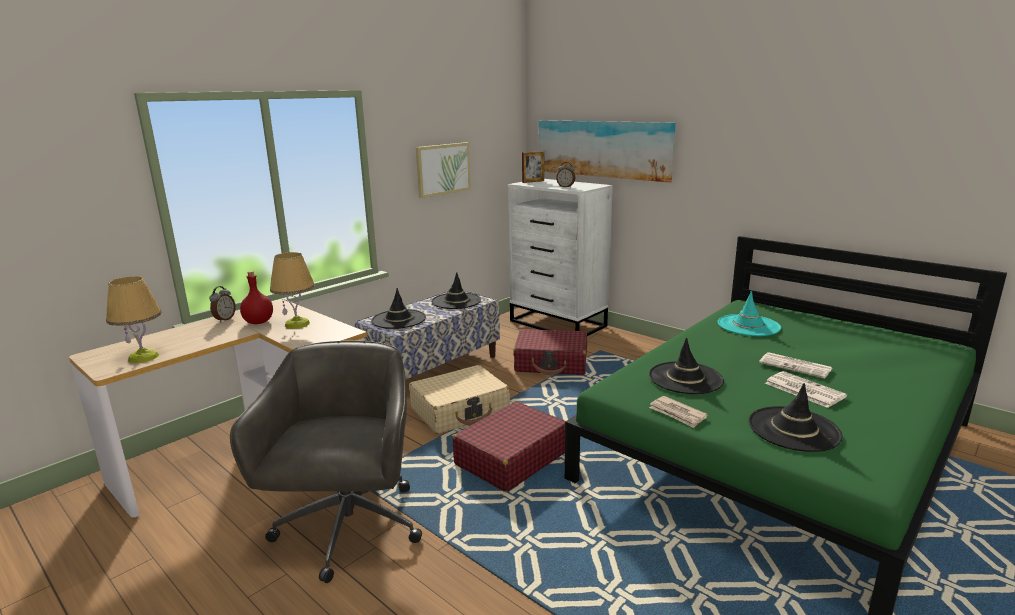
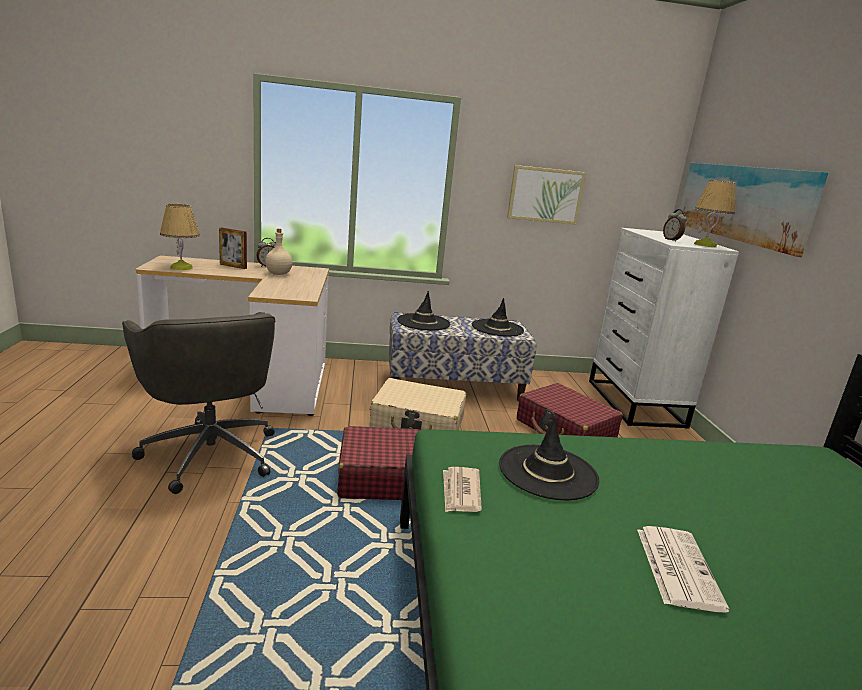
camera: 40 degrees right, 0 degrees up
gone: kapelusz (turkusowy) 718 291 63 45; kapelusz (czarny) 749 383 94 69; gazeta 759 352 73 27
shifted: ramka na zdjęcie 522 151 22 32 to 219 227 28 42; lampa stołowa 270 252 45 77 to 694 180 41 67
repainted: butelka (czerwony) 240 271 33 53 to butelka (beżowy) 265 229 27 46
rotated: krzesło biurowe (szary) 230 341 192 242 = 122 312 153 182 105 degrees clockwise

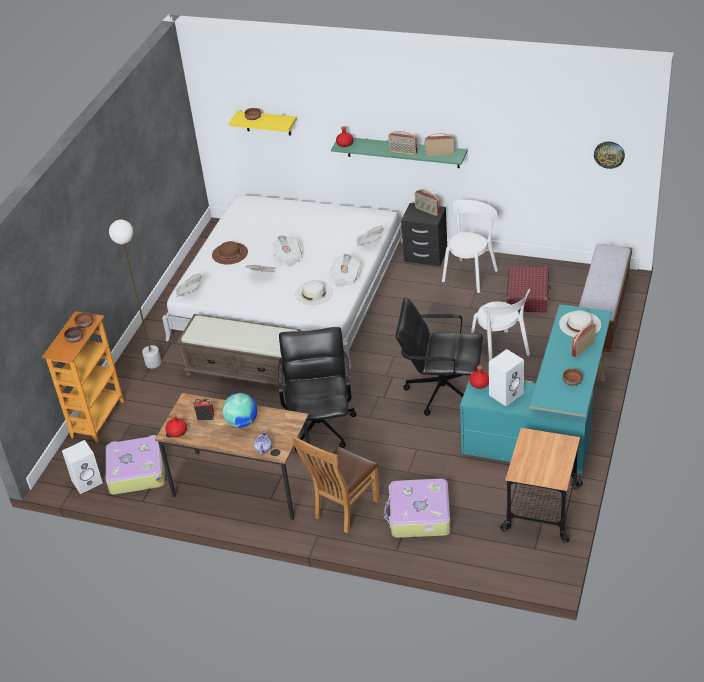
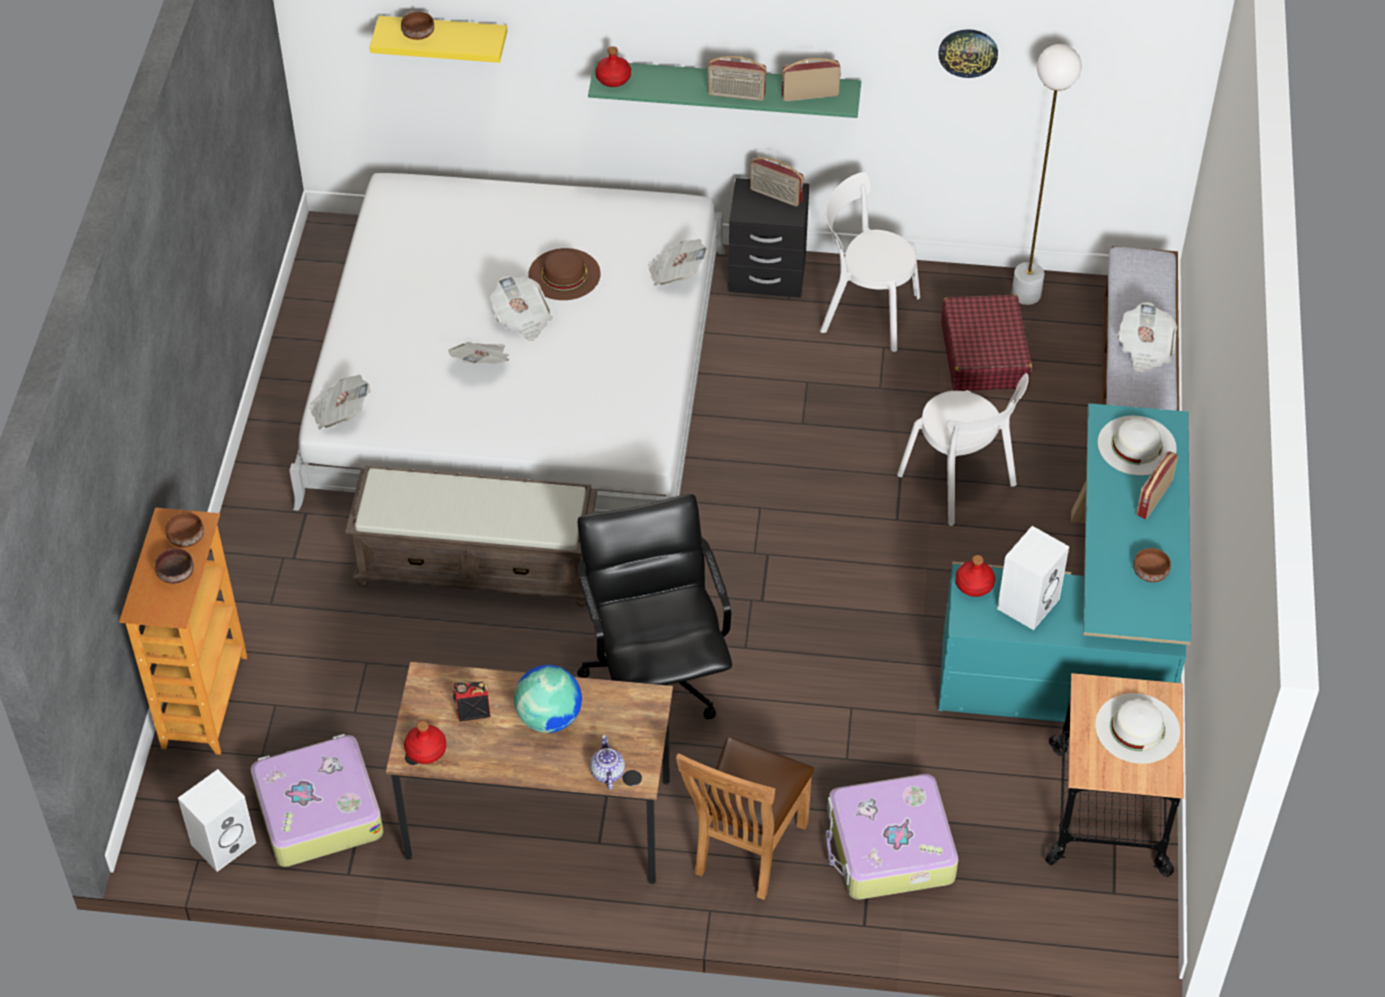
camera: 15 degrees left, 10 degrees up
gone: krzesło biurowe (czarny) 396 297 87 119
shifted: kapelusz (brązowy) 212 241 36 24 to 528 248 73 52; zegar ścienny 594 141 31 28 to 939 29 59 49; lampa stojąca (biały) 109 220 52 148 to 1012 44 70 261; kapelusz (biały) 295 280 38 25 to 1095 693 85 71; gazeta 331 254 30 33 to 1118 302 59 70
rotated: krzesło (biały) 442 200 56 93 = 820 172 100 180 90 degrees counterclockwise

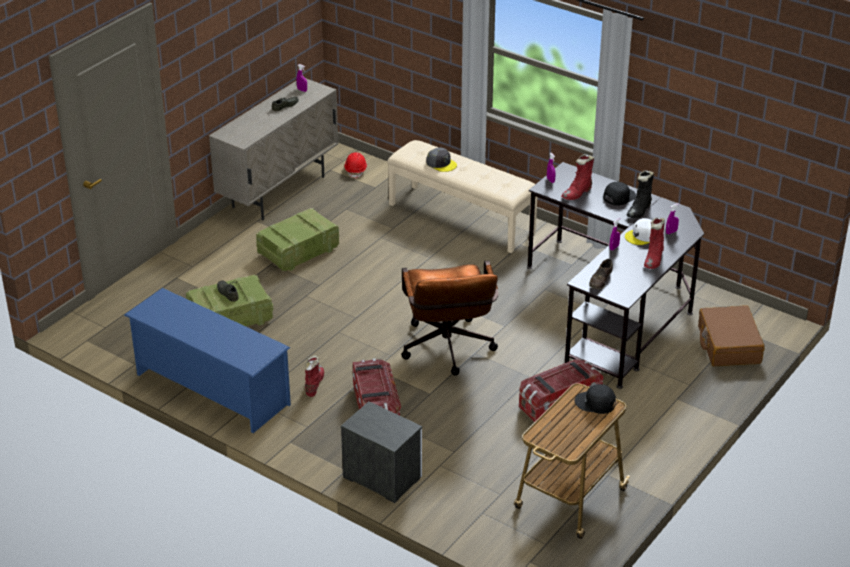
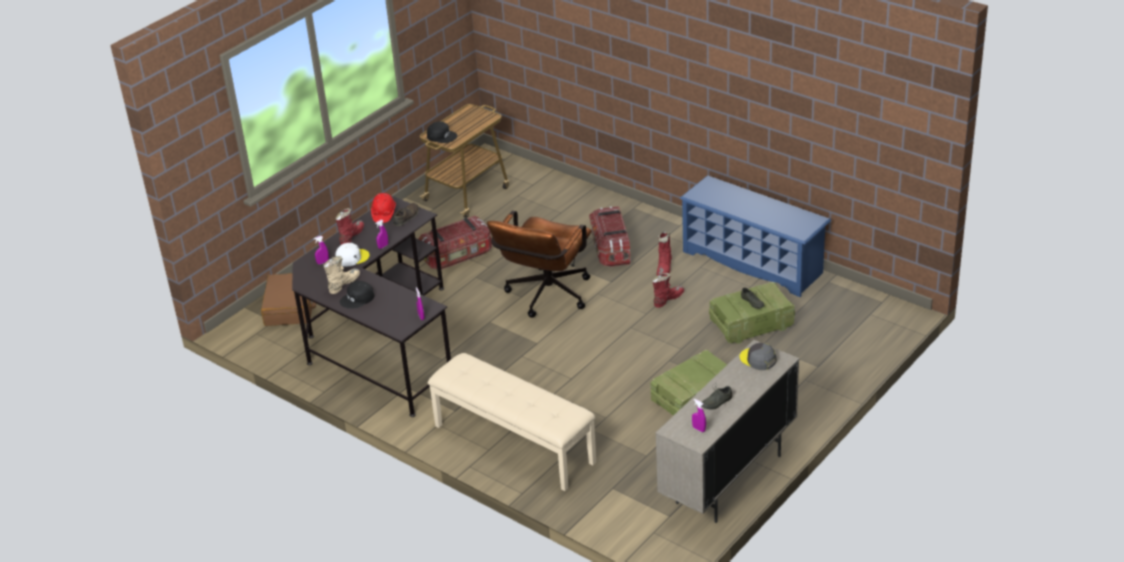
camera: 175 degrees left, 0 degrees up
gone: szafka nocna 341 401 81 102
shifted: kask (czerwony) 344 152 23 27 to 371 193 25 30; but z cholewką (czerwony) 561 154 33 46 to 652 273 32 35; czapka z daszkiem (szary) 426 148 31 24 to 740 343 36 27
repainted: but z cholewką (czarny) 627 170 27 48 to but z cholewką (beżowy) 323 256 37 38
rotated: krzesło biurowe (brązowy) 401 261 97 114 = 487 211 104 107 150 degrees counterclockwise

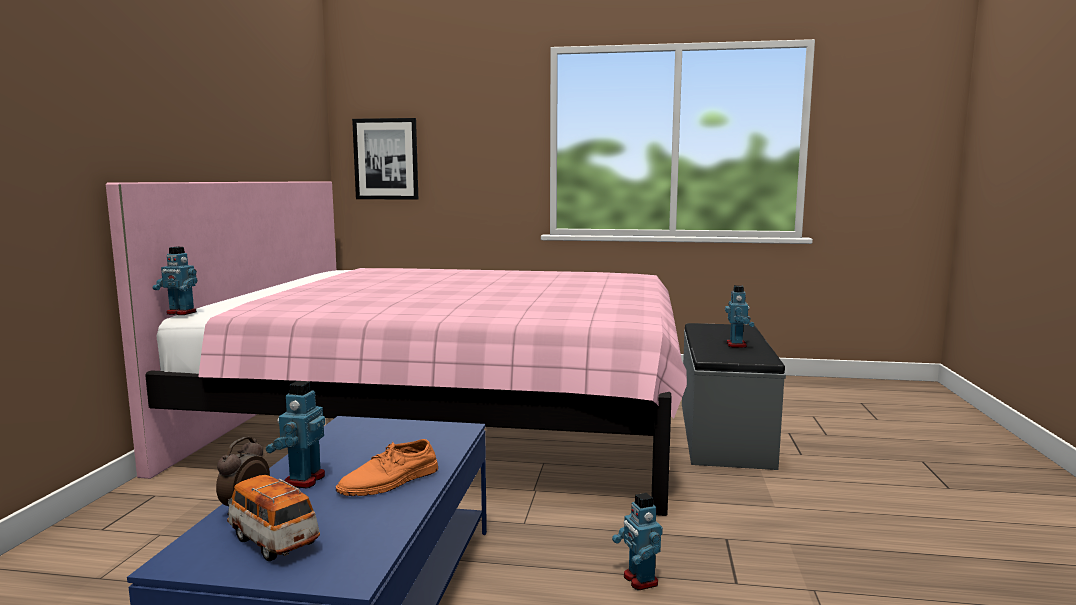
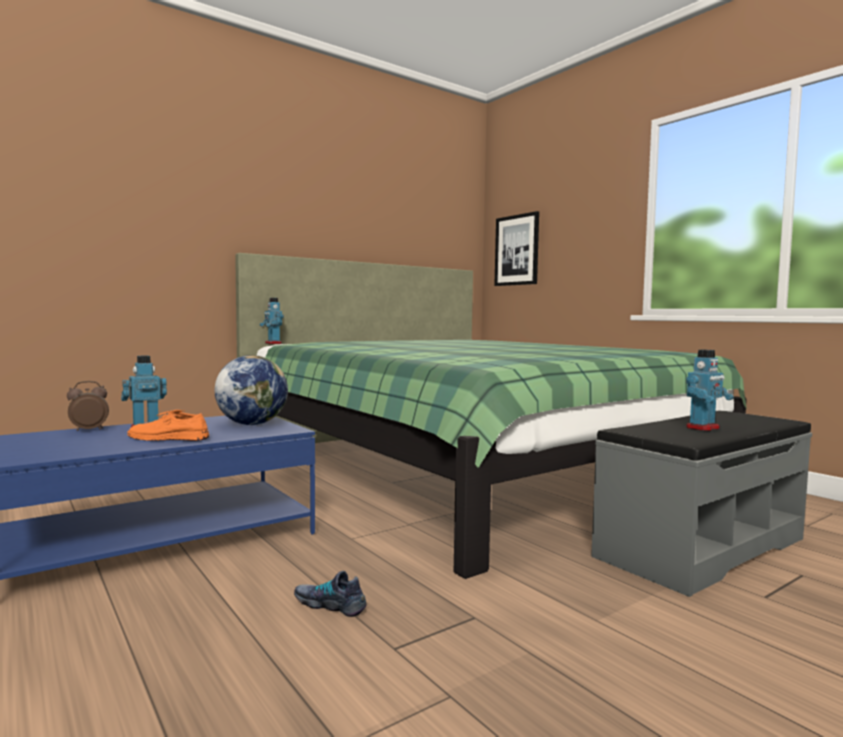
camera: 45 degrees right, 5 degrees down
gone: samochodzik 227 475 93 86
new: globus 214 355 74 70
swapped: robot zabawkowy 612 493 51 97 to but 294 571 72 46
repainted: łóżko (różowy) 106 181 581 335 to łóżko (zielony) 235 253 512 326

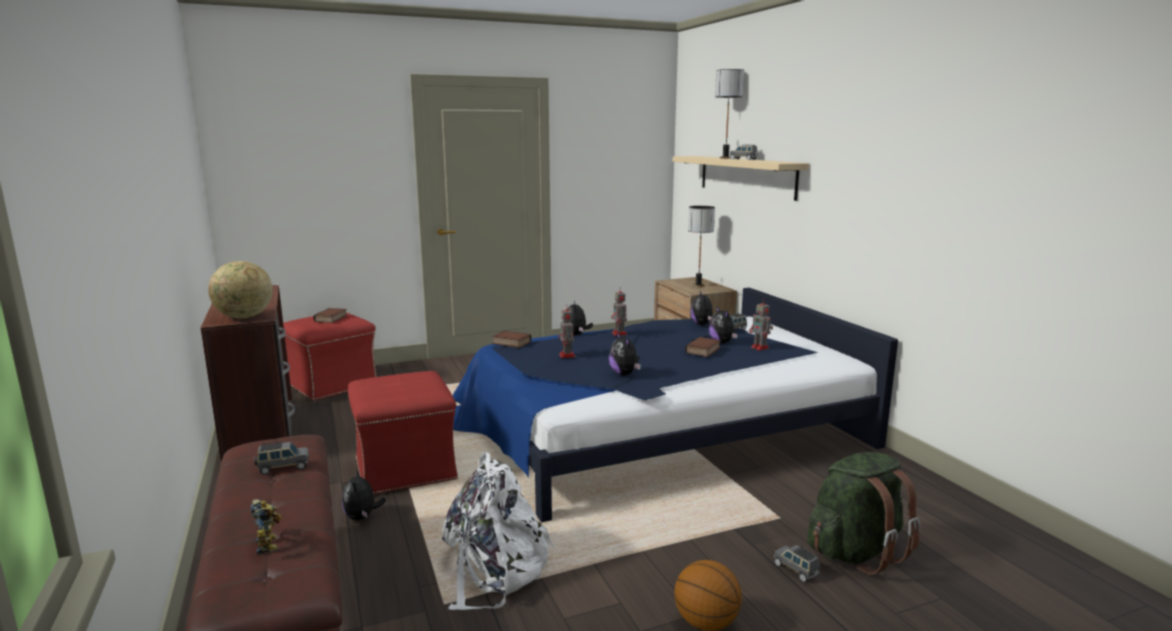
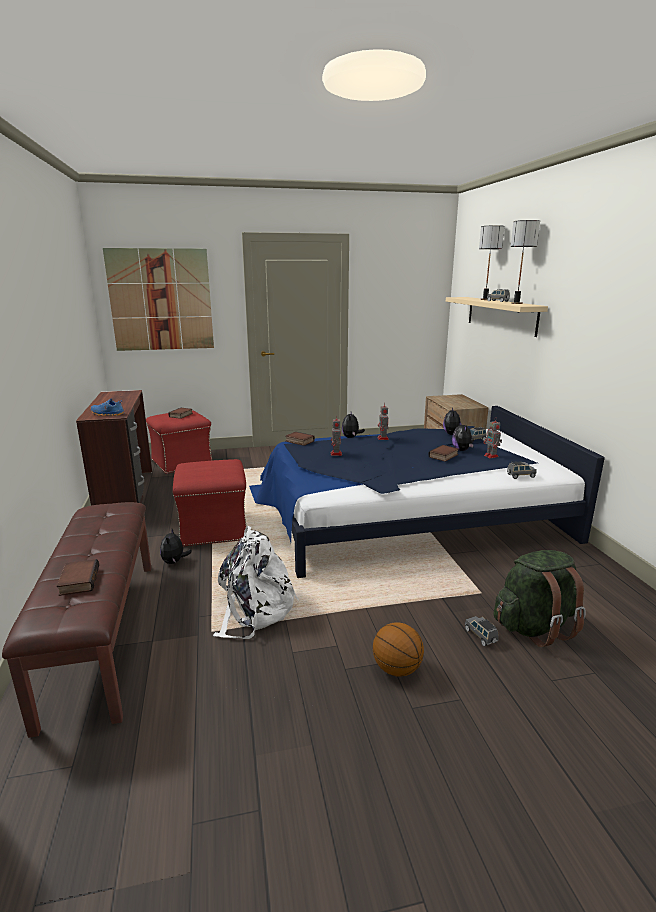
camera: 10 degrees right, 5 degrees up
gone: pluszak 609 332 32 44
new: obraz 103 248 111 103
shifted: samochodzik (szary) 254 441 55 34 to 507 461 30 18; lampa stołowa 688 206 27 81 to 511 220 29 84
swapped: robot zabawkowy 251 499 31 55 to książka 57 559 42 37; globus 208 261 65 57 to but (niebieski) 91 399 34 17

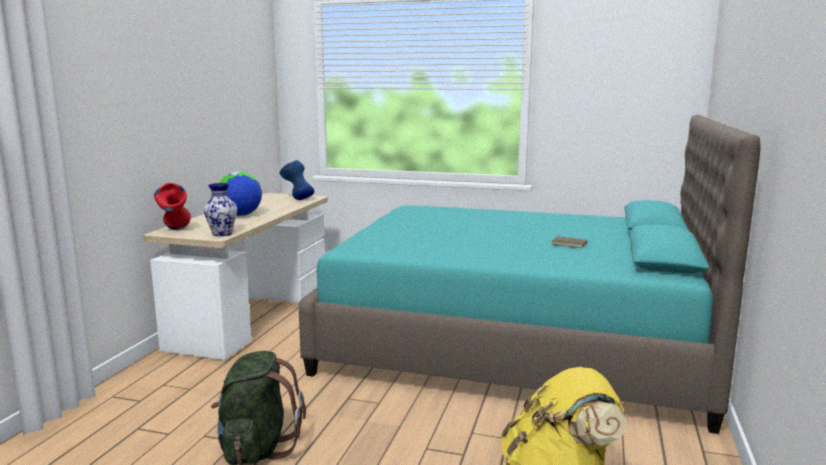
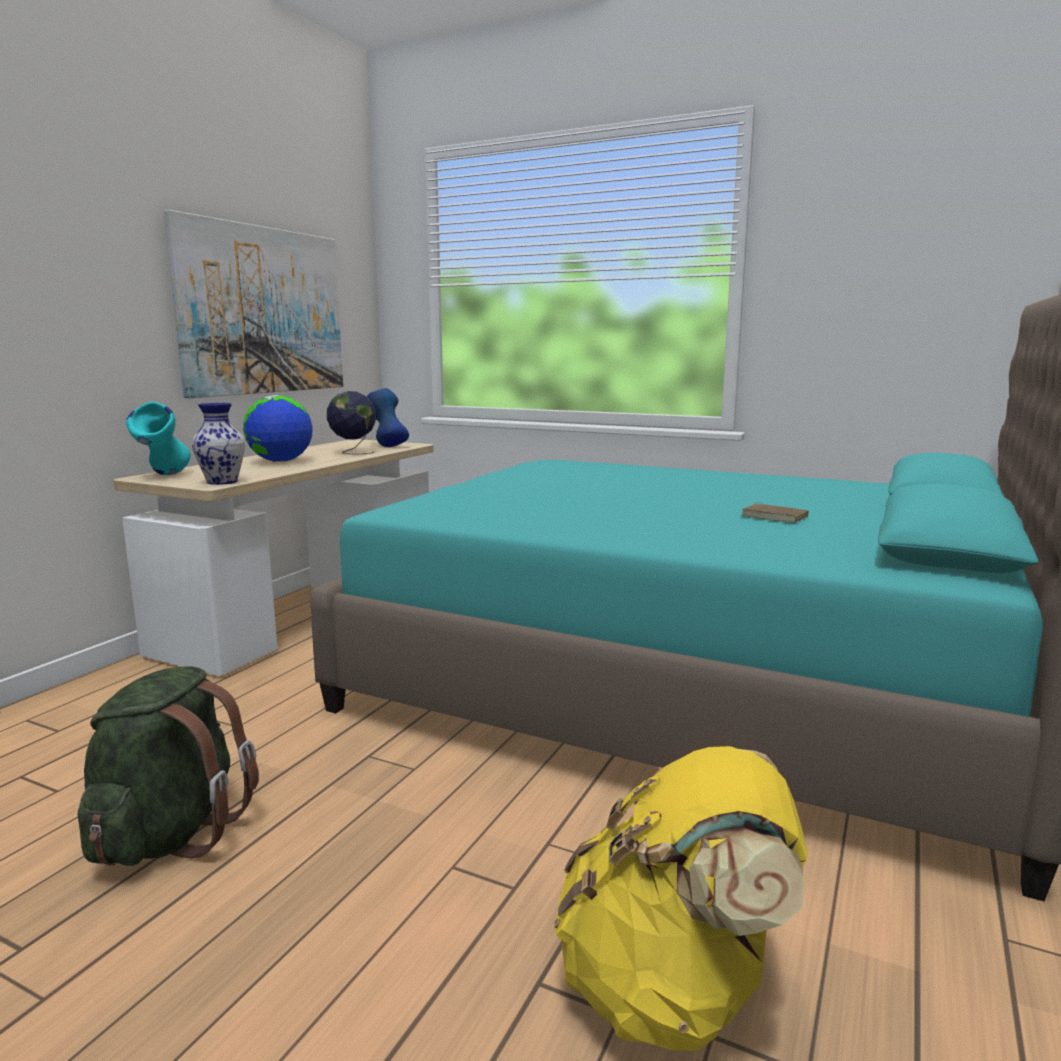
camera: 10 degrees right, 0 degrees up
new: obraz 164 210 179 188; globus 327 391 49 63
repainted: wazon (czerwony) 154 183 37 47 to wazon (turkusowy) 126 402 65 73

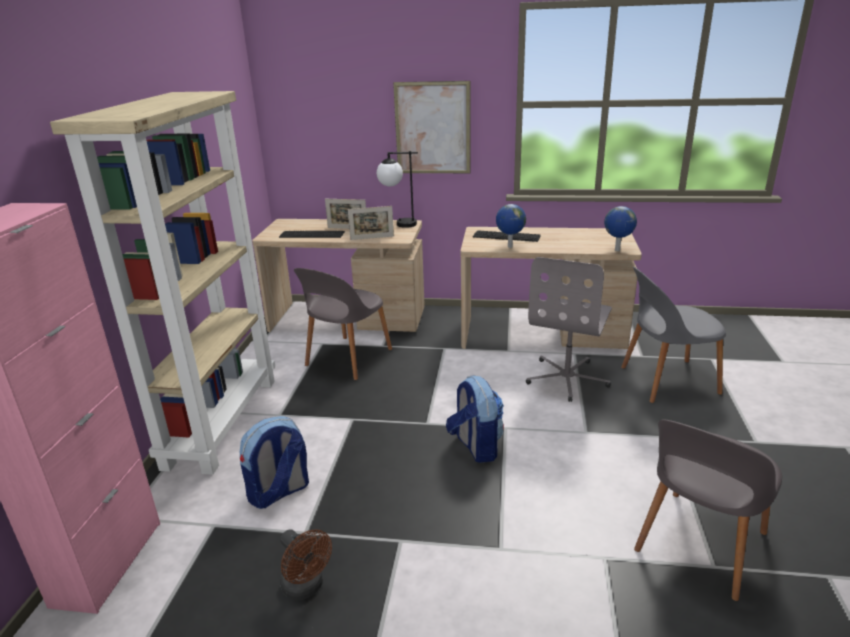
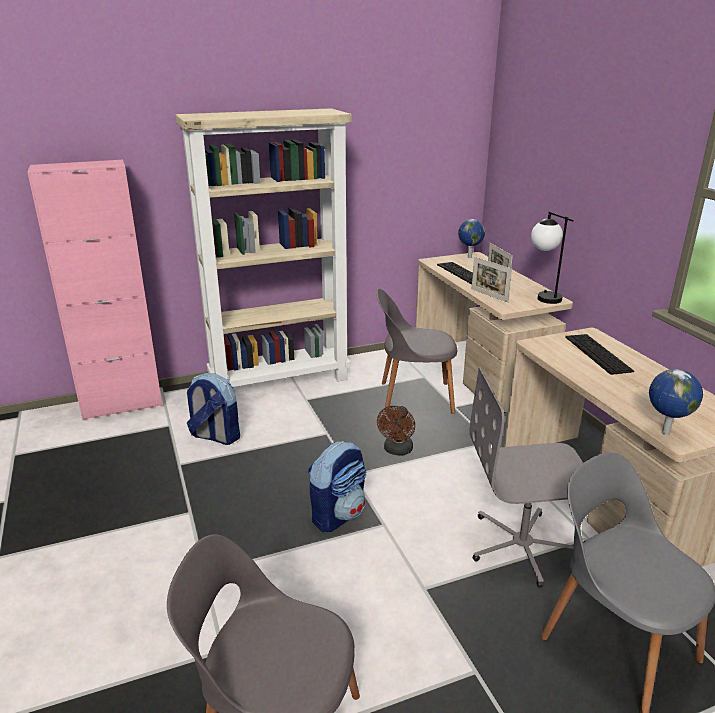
camera: 60 degrees right, 0 degrees up
gone: obraz 393 81 78 92
shifted: wentylator (brązowy) 280 529 52 71 to 377 406 38 49; globus 496 204 30 44 to 458 219 27 39

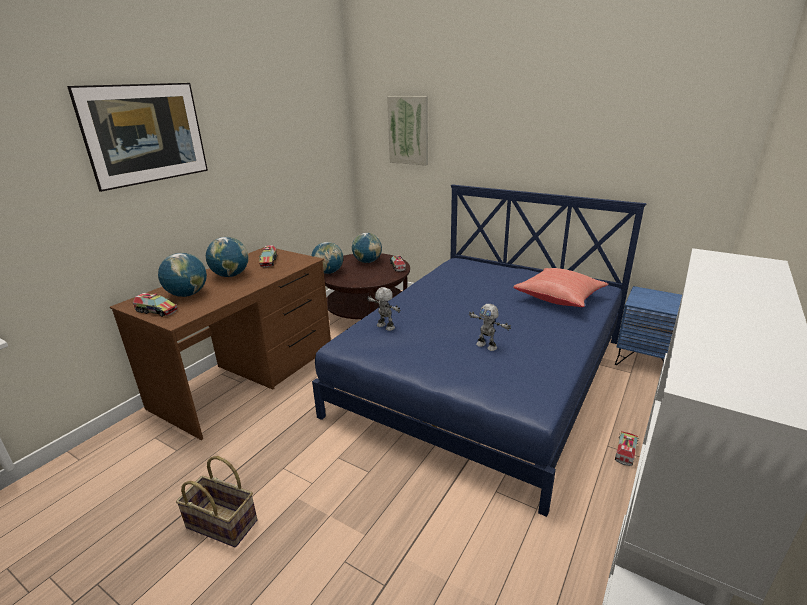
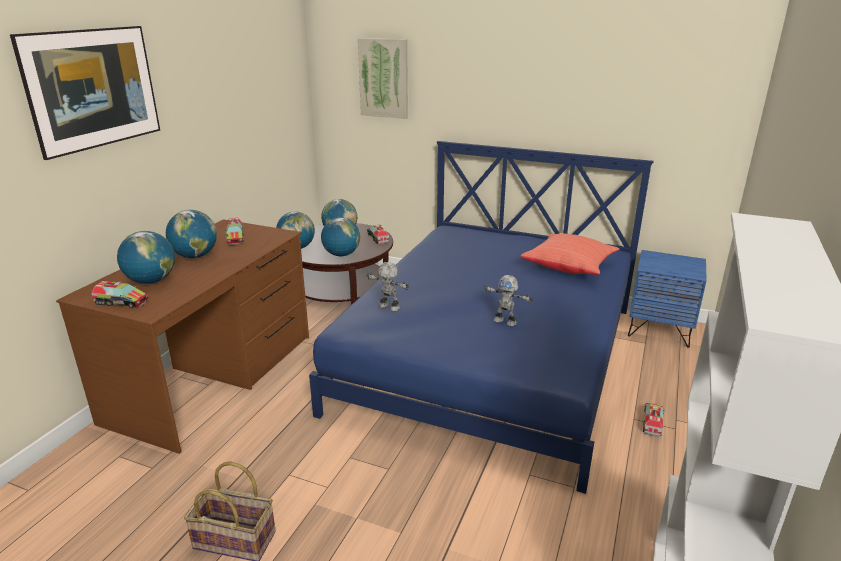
camera: 10 degrees left, 0 degrees up
new: globus 321 217 39 39

